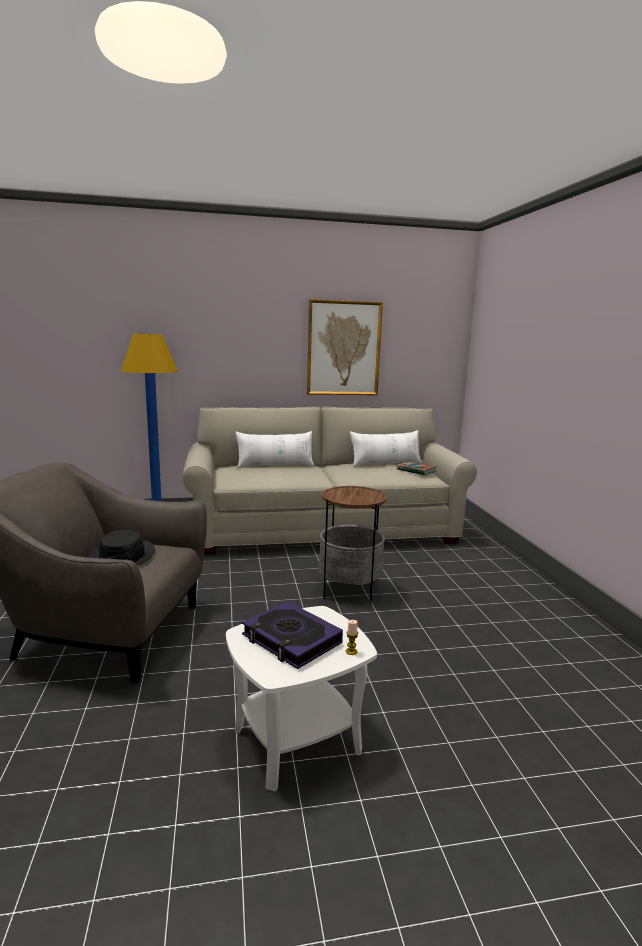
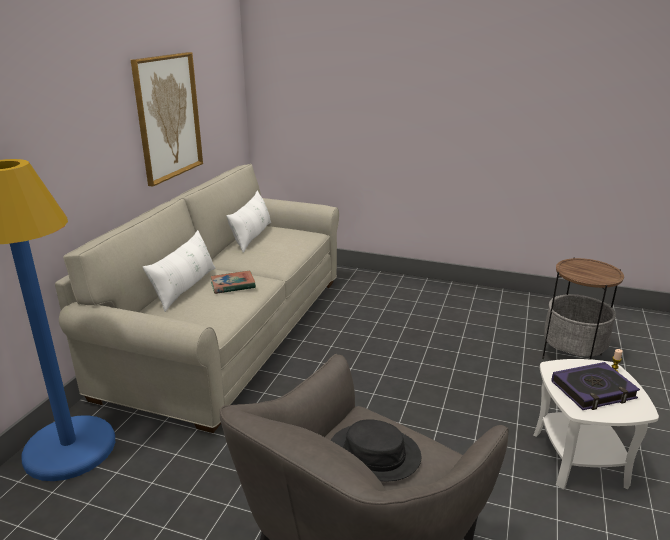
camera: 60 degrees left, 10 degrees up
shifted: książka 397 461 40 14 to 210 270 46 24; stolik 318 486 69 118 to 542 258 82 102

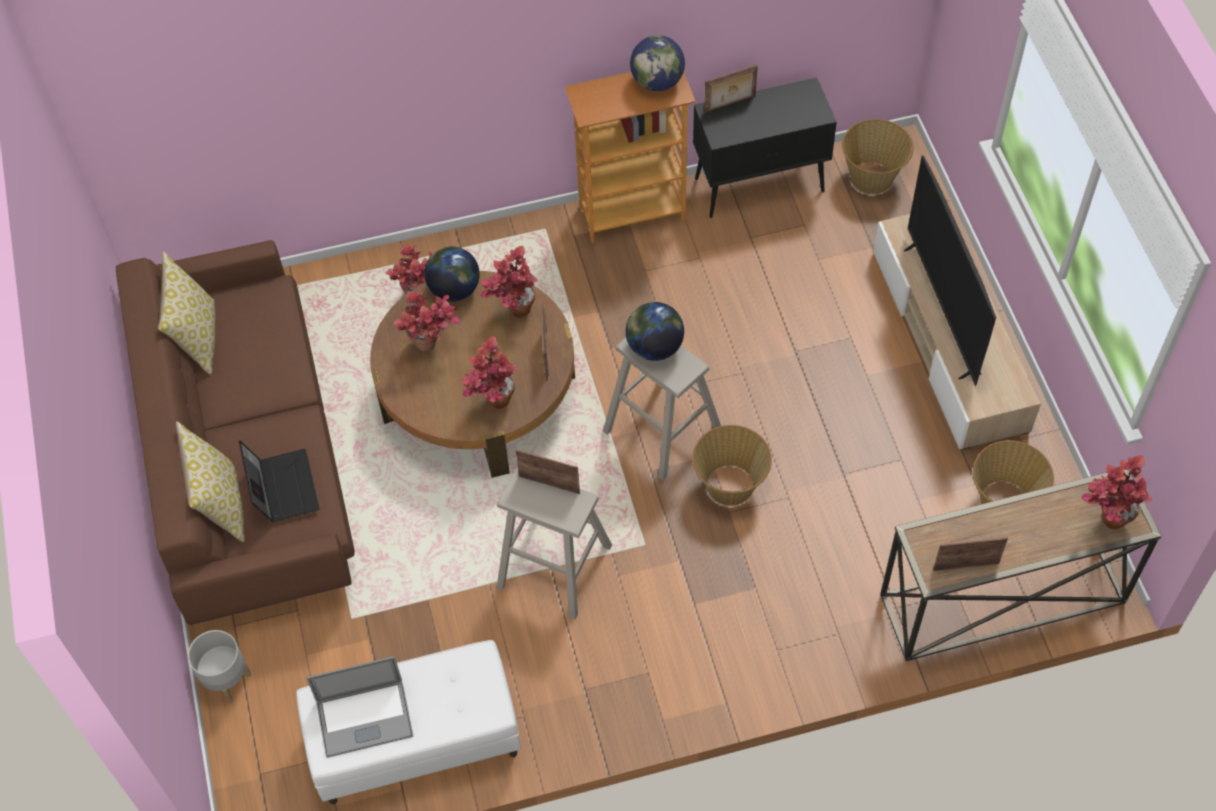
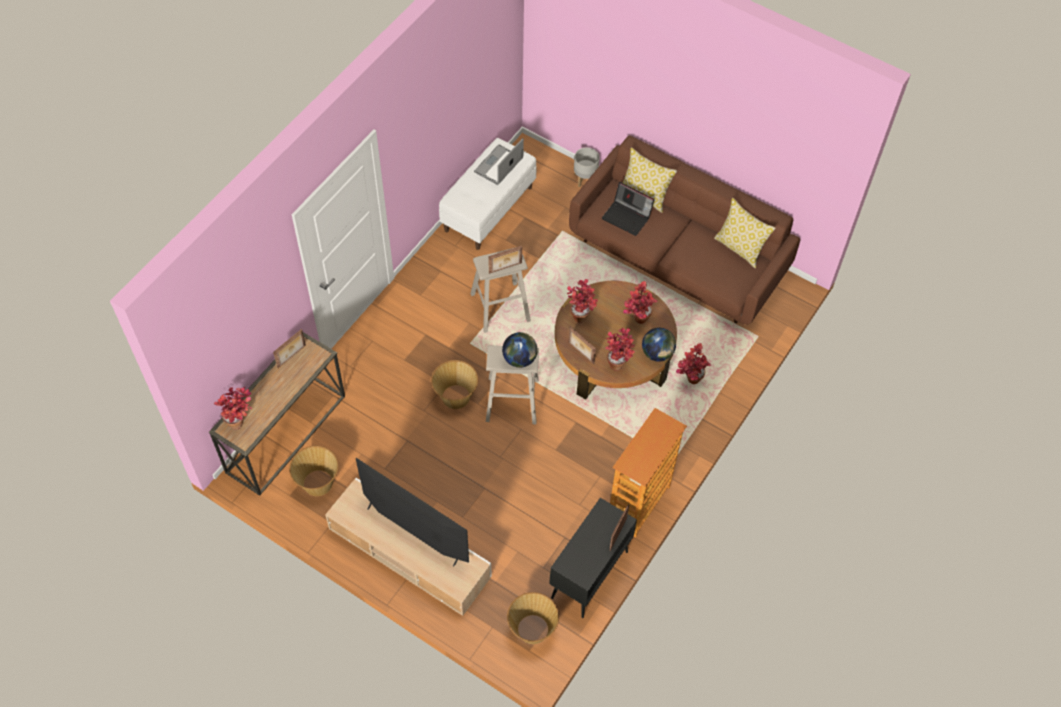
camera: 135 degrees right, 0 degrees up
gone: globus 630 35 55 56

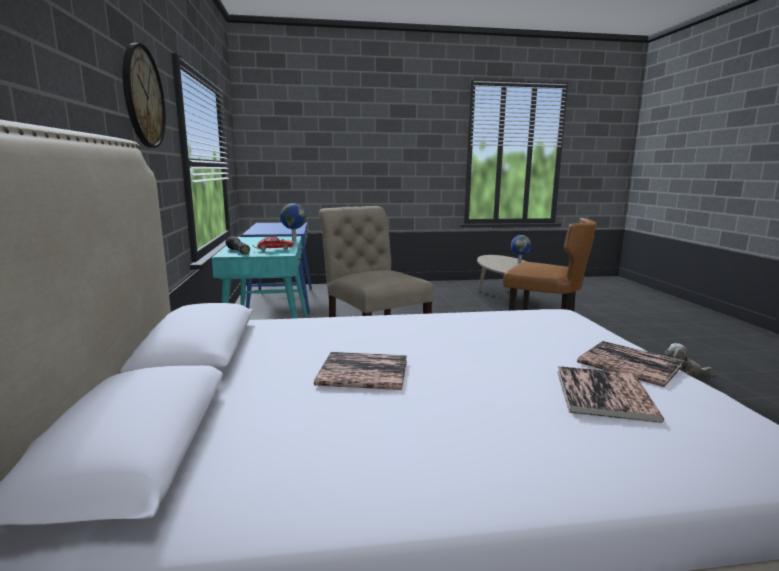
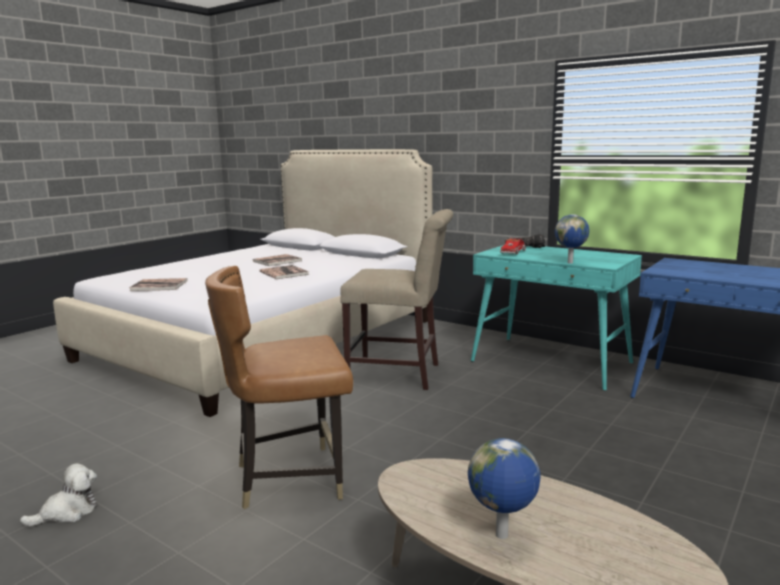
camera: 135 degrees right, 0 degrees up
gone: zegar ścienny 123 43 43 105
shifted: książka 557 366 107 57 to 259 265 50 14

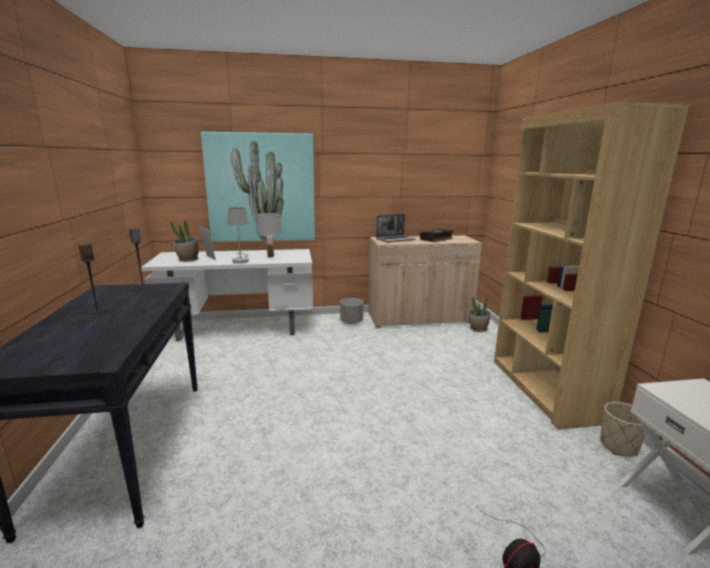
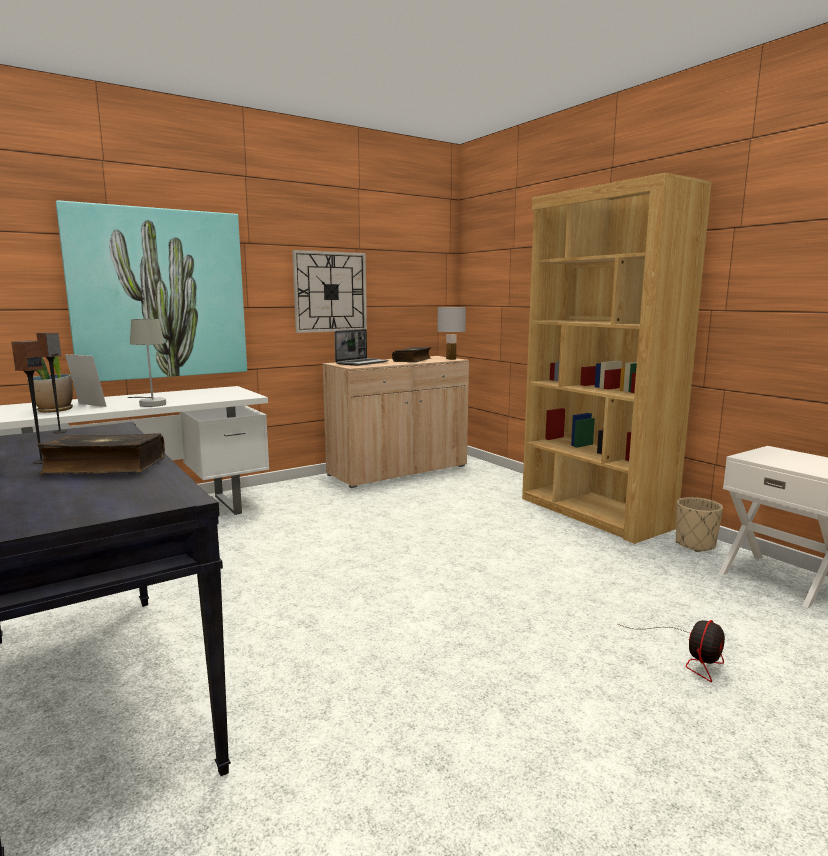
camera: 25 degrees left, 5 degrees down
gone: donica (szary) 340 298 23 26; roślina doniczkowa 469 297 21 35
new: książka 37 433 128 42; zegar ścienny 292 250 75 83
shifted: lampa stołowa (biały) 257 213 24 44 to 437 307 29 53

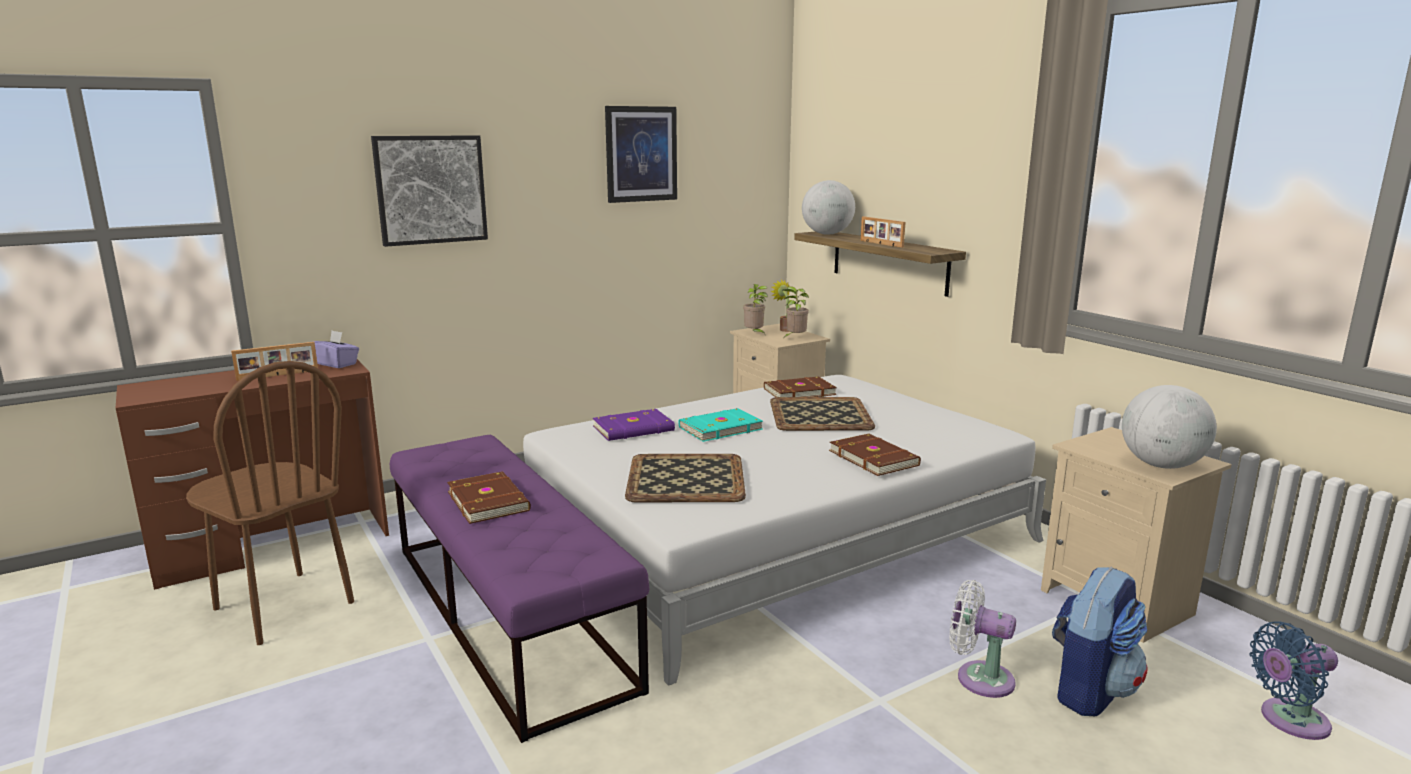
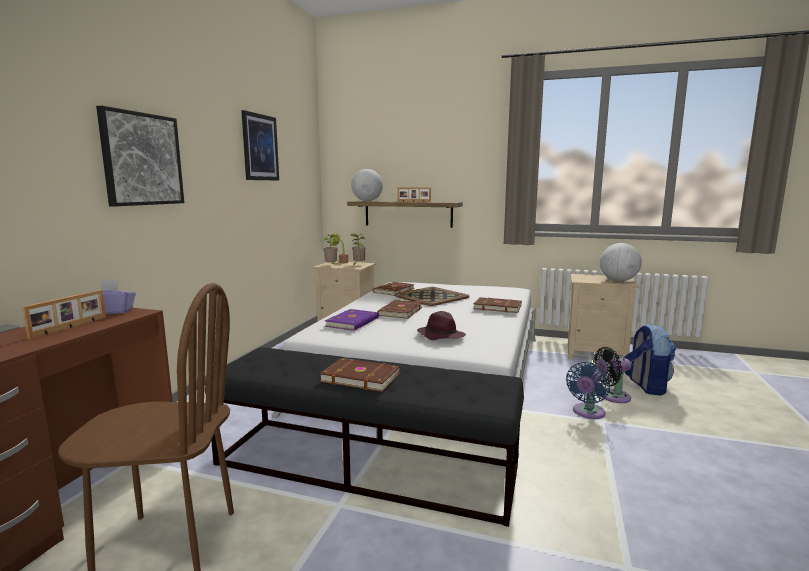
camera: 40 degrees left, 5 degrees down
shifted: wentylator (niebieski) 1249 621 89 119 to 566 362 44 57
swapped: taca 625 454 121 48 to kapelusz (fioletowy) 417 311 49 29
repainted: ławka (fioletowy) 390 435 259 308 to ławka (czarny) 205 347 319 180; książka (turkusowy) 679 408 84 34 to książka (brązowy) 378 300 44 19; wentylator (biały) 949 580 67 118 to wentylator (czarny) 593 347 38 56

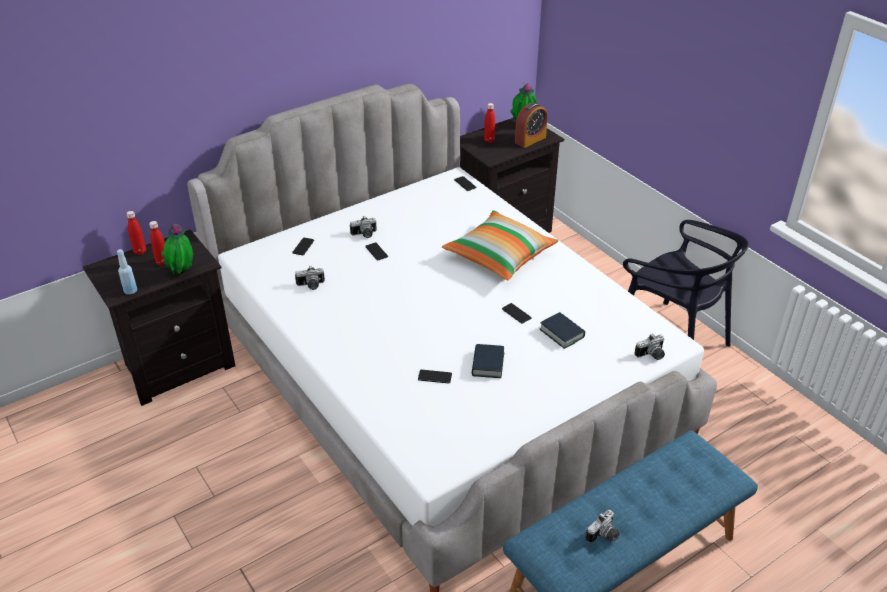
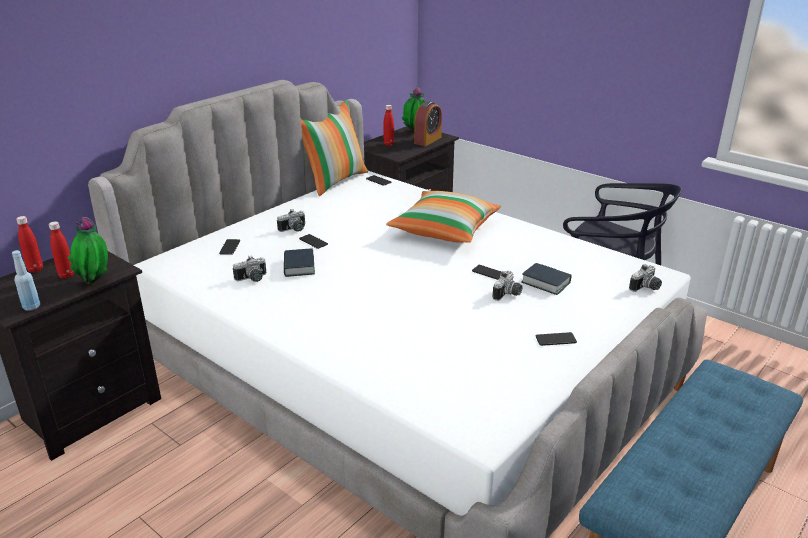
camera: 15 degrees left, 10 degrees down
new: poduszka 301 100 67 96
shifted: książka 472 344 33 34 to 284 249 31 28; aparat fotograficzny 585 510 35 33 to 492 271 31 30; telefon 418 369 34 15 to 536 332 41 14

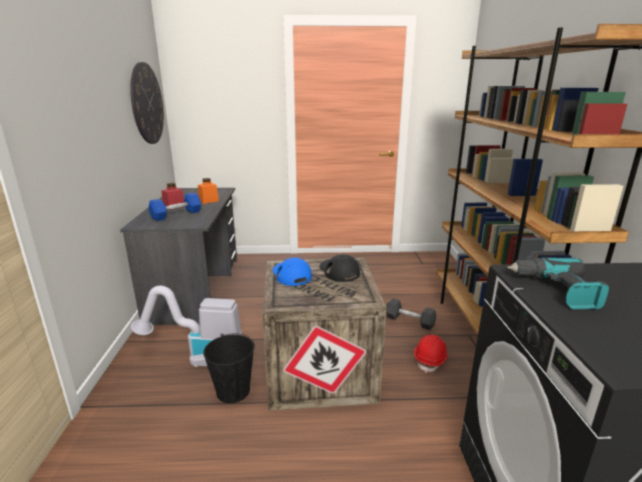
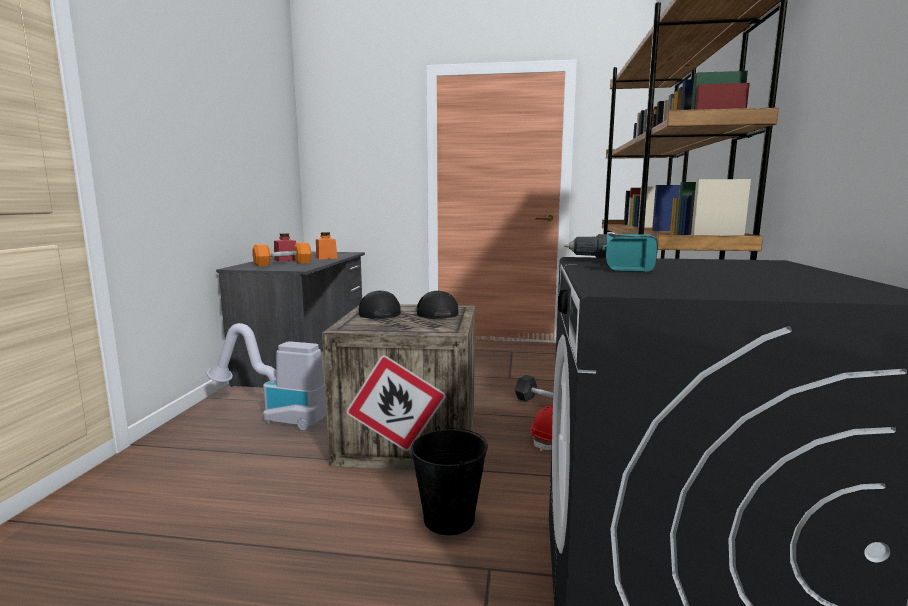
camera: 10 degrees right, 10 degrees down
gone: zegar ścienny 130 62 34 82
shifted: wiadro (czarny) 203 334 52 69 to 411 426 77 109
repainted: hantel (niebieski) 148 193 53 28 to hantel (pomarańczowy) 252 242 60 24; czapka z daszkiem (niebieski) 273 258 39 28 to czapka z daszkiem (czarny) 358 290 43 29

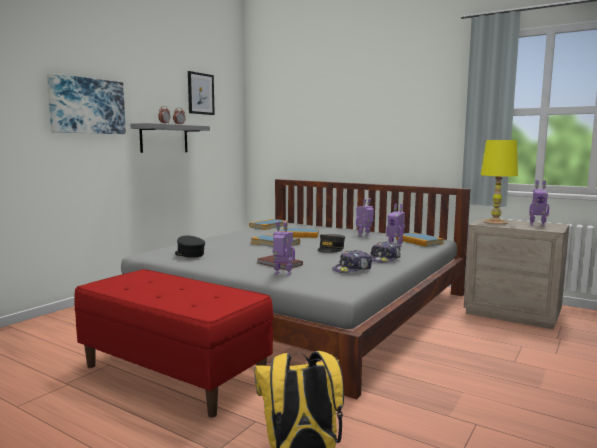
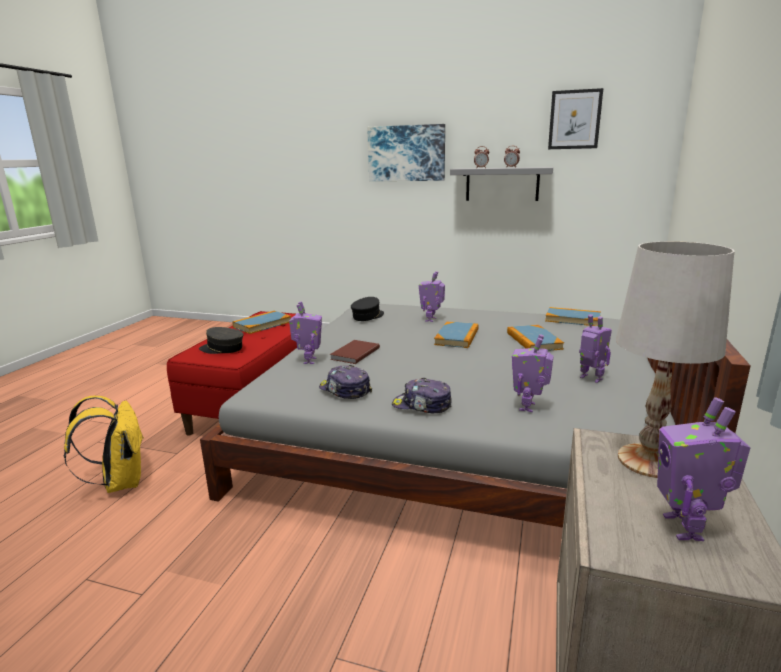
camera: 75 degrees right, 10 degrees up
new: robot zabawkowy 419 271 26 51
shifted: czapka z daszkiem (szary) 317 234 28 19 to 199 327 45 27; książka 396 232 48 15 to 232 311 59 23
repainted: lampa stołowa (żółty) 481 140 37 84 to lampa stołowa (biały) 616 241 118 237

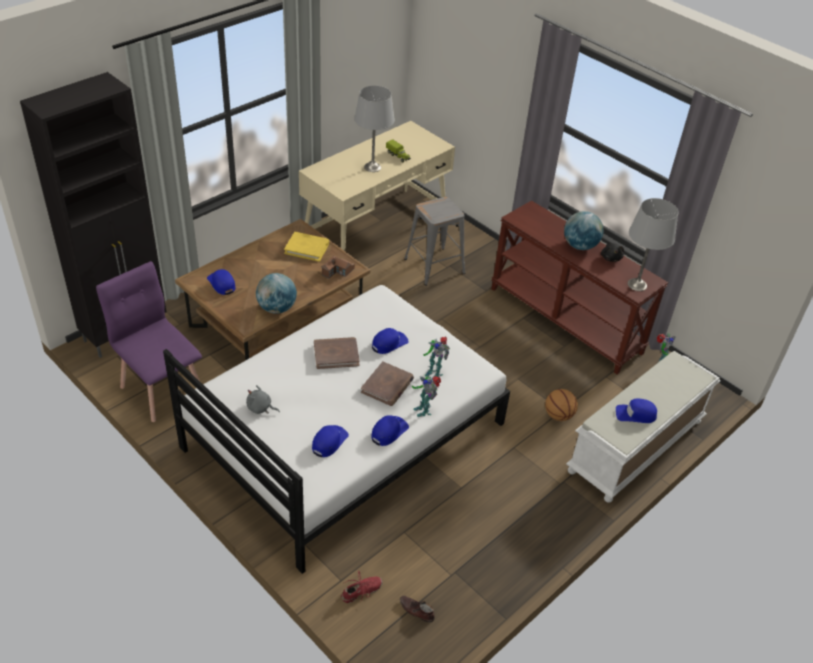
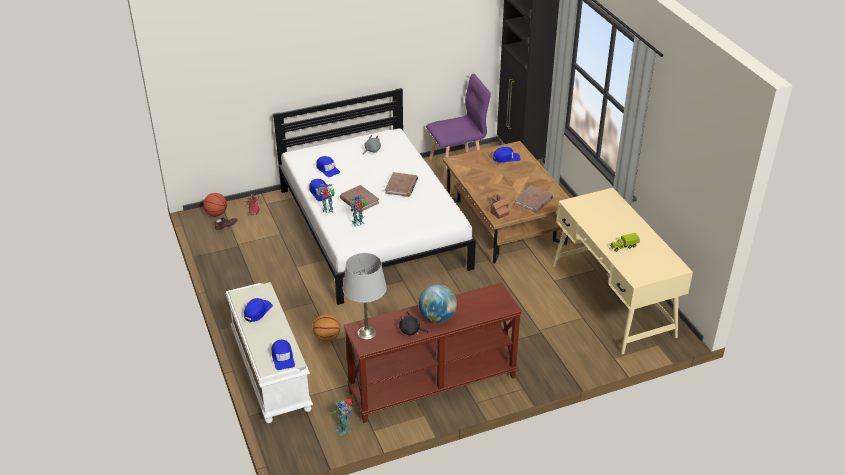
camera: 115 degrees right, 5 degrees down
gone: globus 256 273 41 41; lampa stołowa (szary) 354 86 41 86; stołek (szary) 404 197 61 89
new: piłka do koszykówki 203 193 24 23
shifted: czapka z daszkiem (niebieski) 372 328 37 26 to 272 340 23 30
repainted: książka (żółty) 284 232 45 30 to książka (brązowy) 515 185 39 28

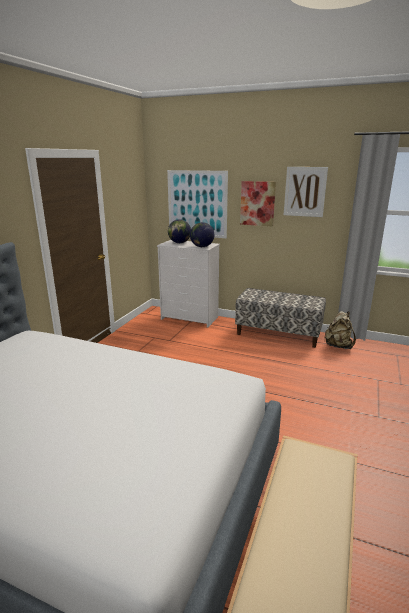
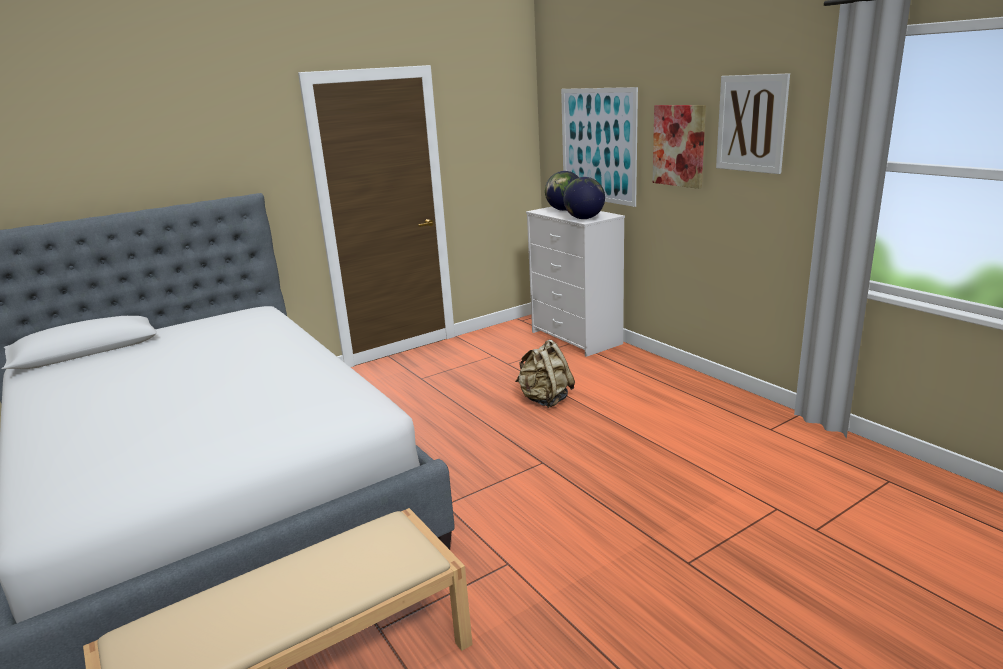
camera: 35 degrees right, 0 degrees up
gone: ławka 235 288 91 60
shifted: plecak (beżowy) 324 311 32 38 to 515 339 60 69

